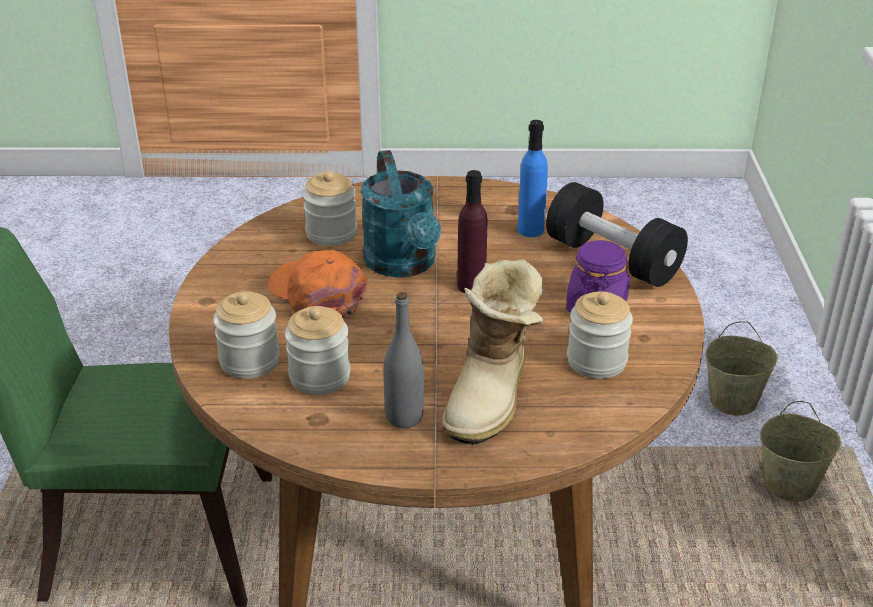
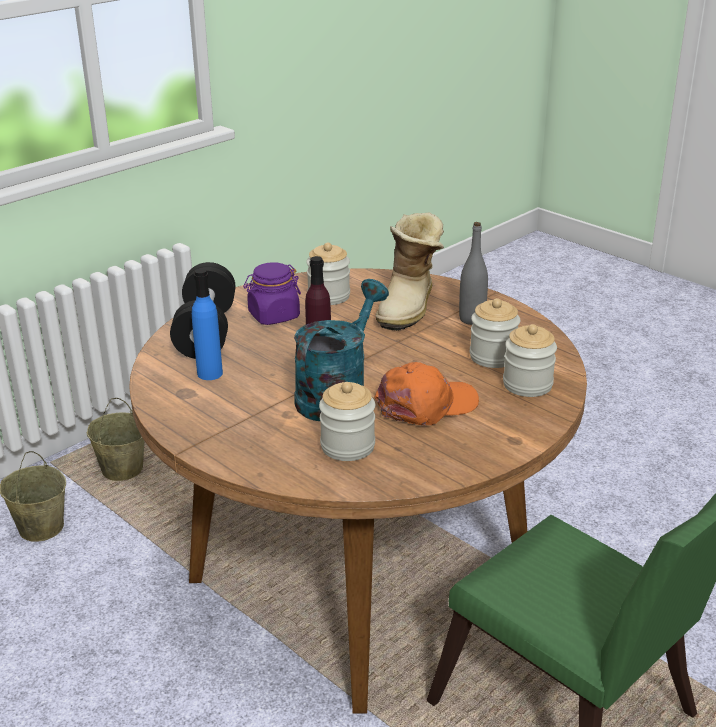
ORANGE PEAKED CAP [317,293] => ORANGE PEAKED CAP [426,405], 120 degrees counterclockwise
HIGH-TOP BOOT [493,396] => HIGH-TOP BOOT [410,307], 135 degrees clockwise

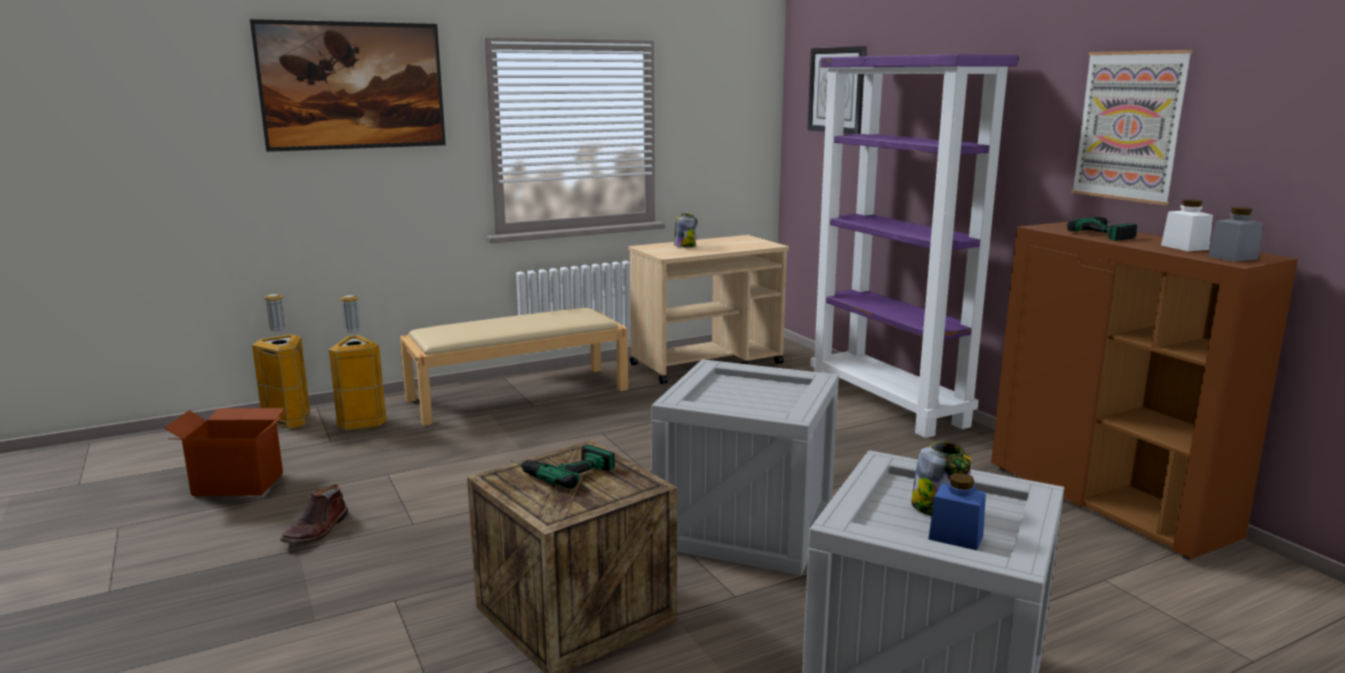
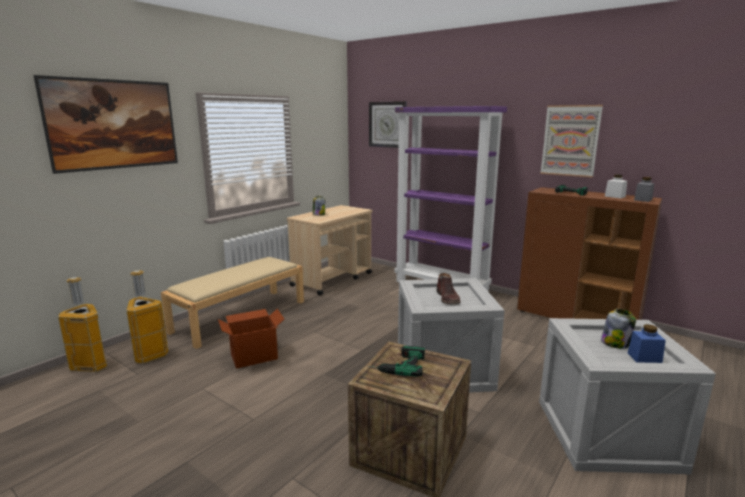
CARTON [238,483] => CARTON [254,356], shifted
BROWNISH HIGH-TOP BOOT [317,530] => BROWNISH HIGH-TOP BOOT [448,298], shifted

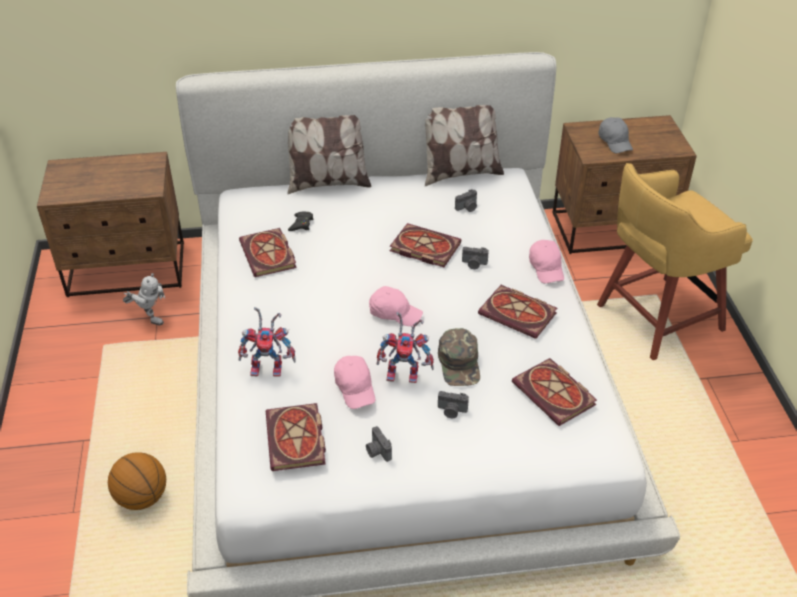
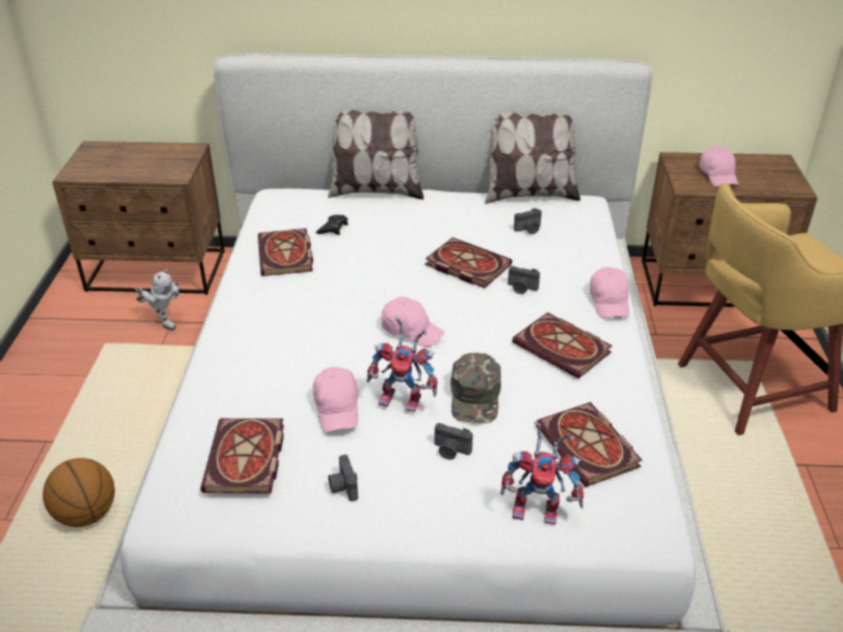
GREY PEAKED CAP [615,142] => PINKISH PEAKED CAP [718,175]
ROBOT FIGURE [270,367] => ROBOT FIGURE [540,509], shifted

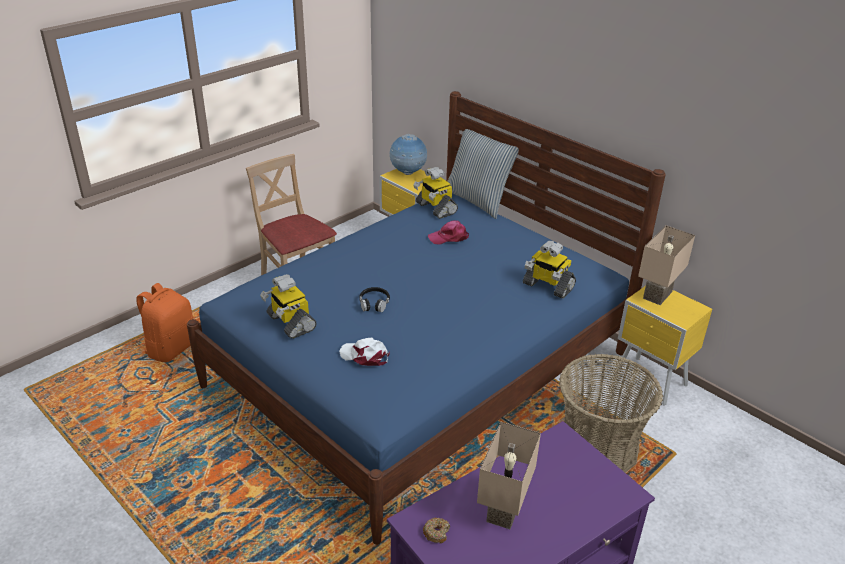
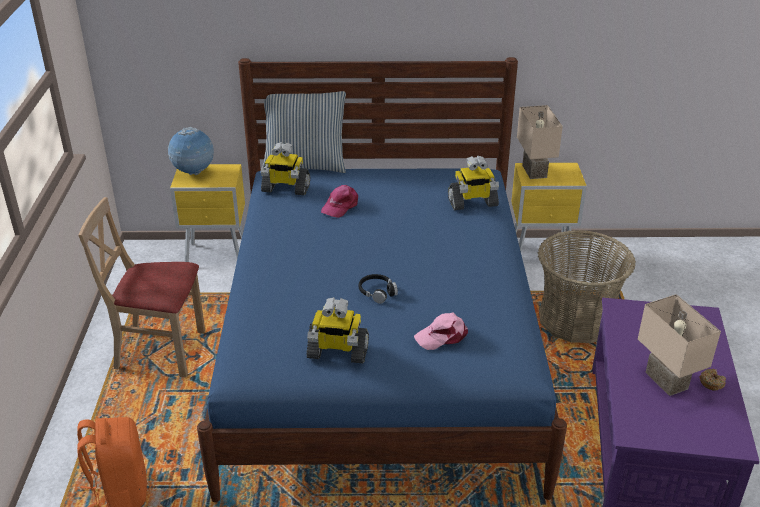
WHITE-COLOURED PEAKED CAP [365,356] => PINKISH PEAKED CAP [442,336]
DONUT [436,533] => DONUT [711,383], shifted

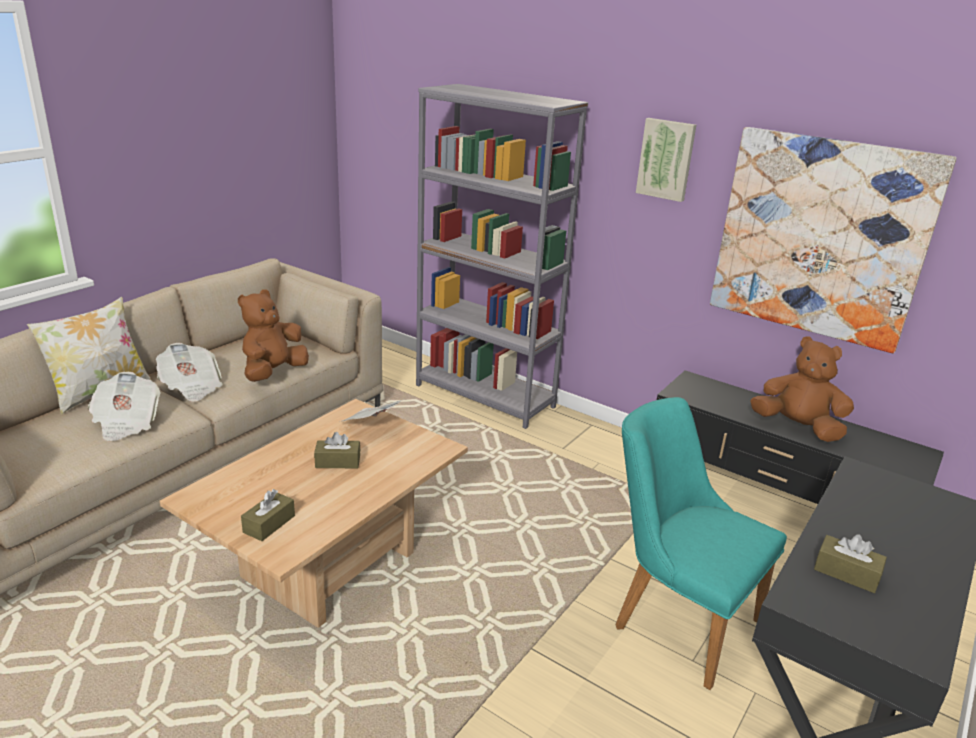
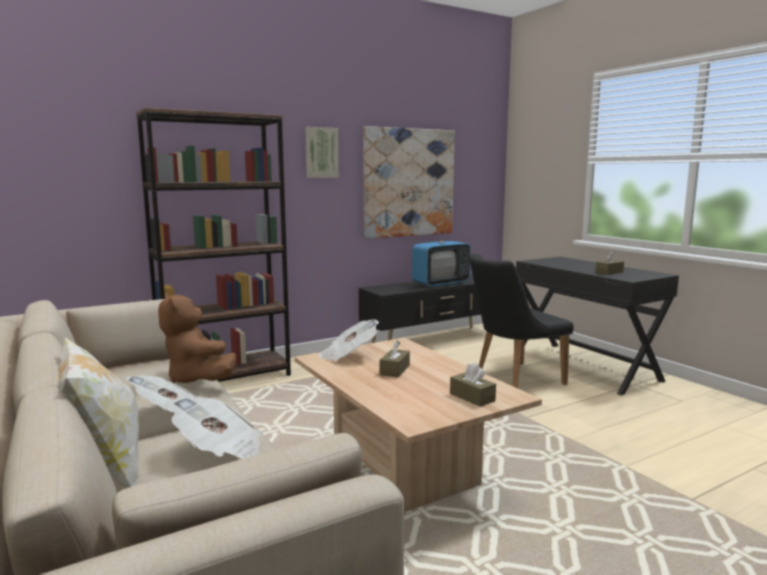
GREY SHELVING UNIT [485,396] => BROWNISH SHELVING UNIT [226,378]
BROWNISH PLUSH TOY [797,427] => TELEVISION [440,284]
TURQUOISE PLAIN CHAIR [674,617] => BLACK-COLOURED PLAIN CHAIR [512,379]

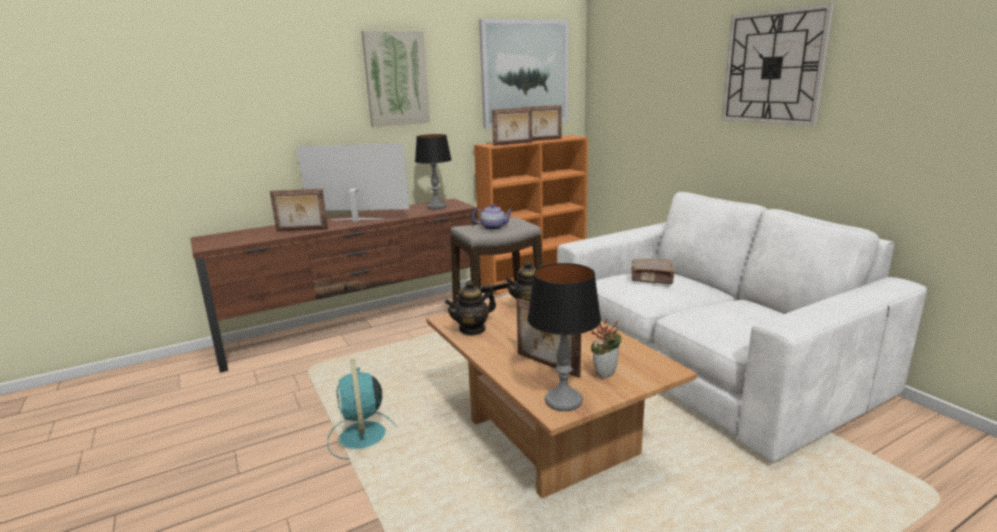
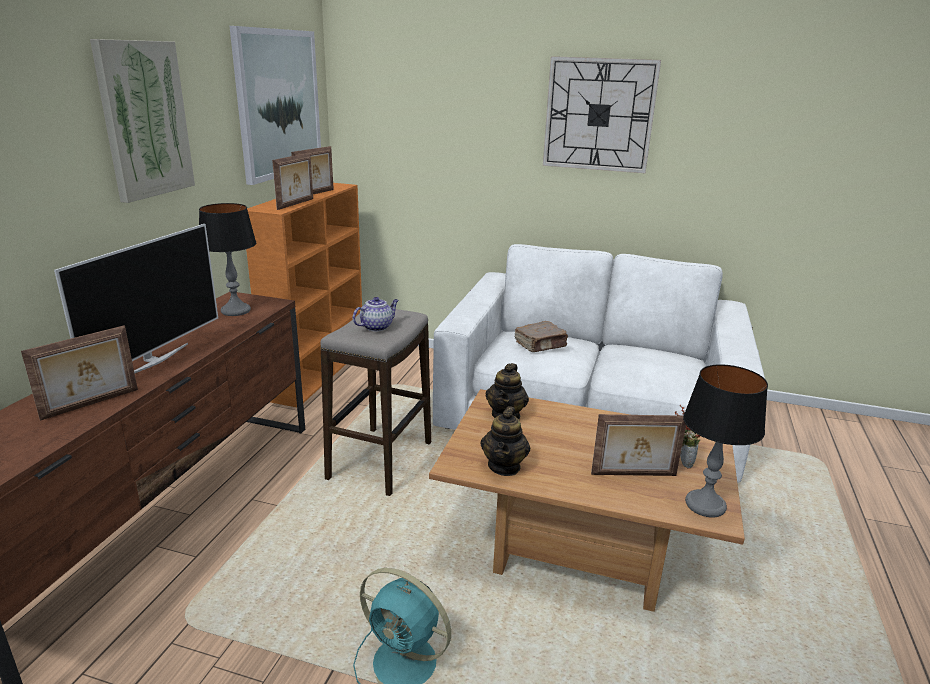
TELEVISION [357,220] => TELEVISION [154,360], 150 degrees clockwise

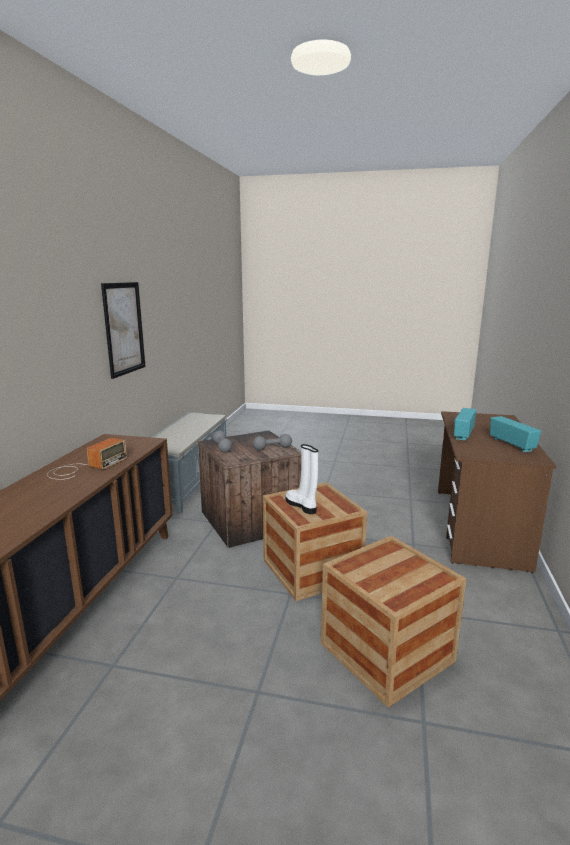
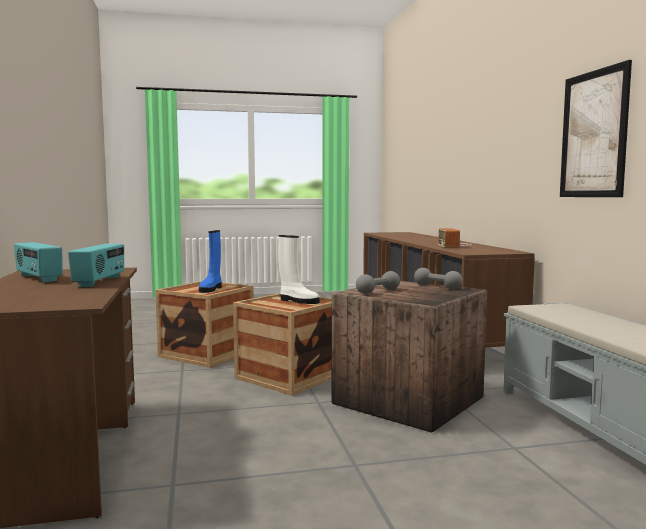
nothing => BLUISH HIGH-TOP BOOT [211,289]

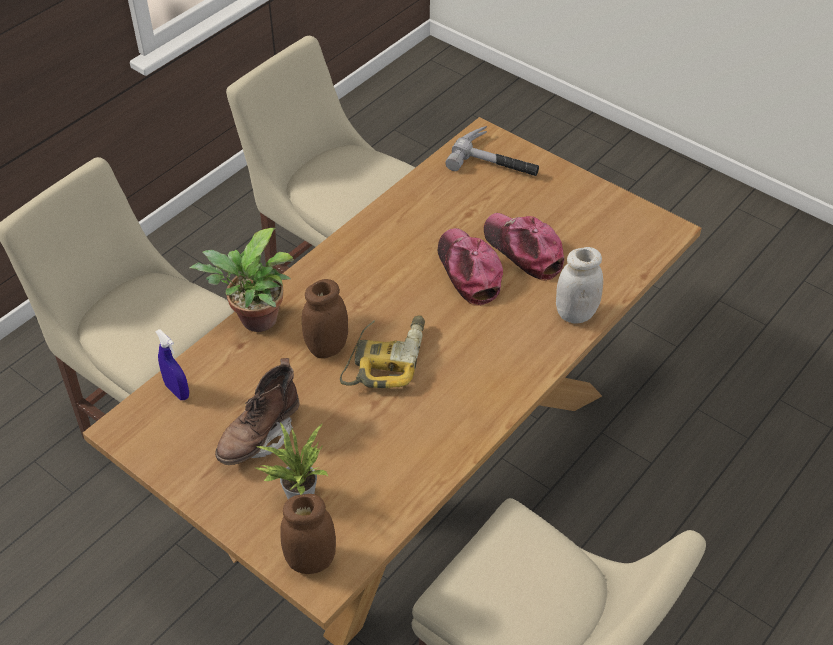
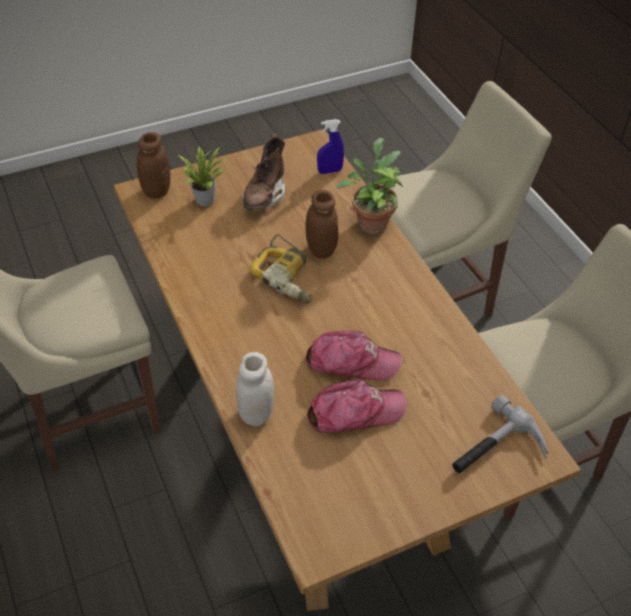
BROWNISH HIGH-TOP BOOT [260,437] => BROWNISH HIGH-TOP BOOT [264,196], 135 degrees counterclockwise

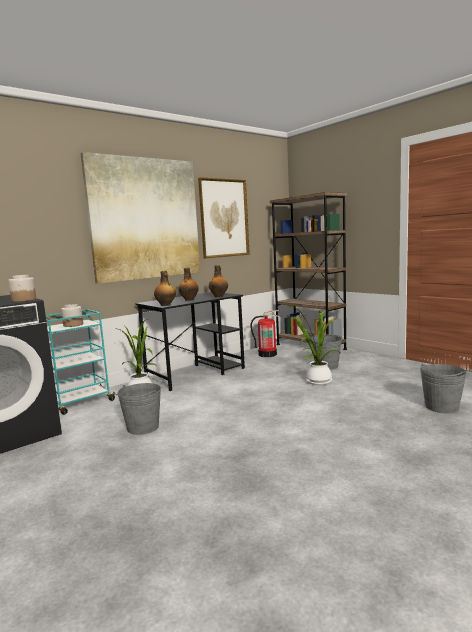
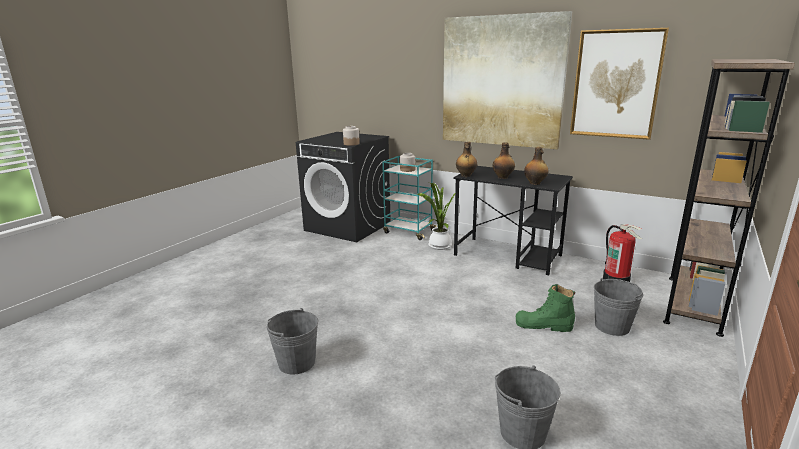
POTTED PLANT [316,381] => GREEN HIGH-TOP BOOT [543,325]
GREY WATER BUCKET [143,427] => GREY WATER BUCKET [296,363], shifted

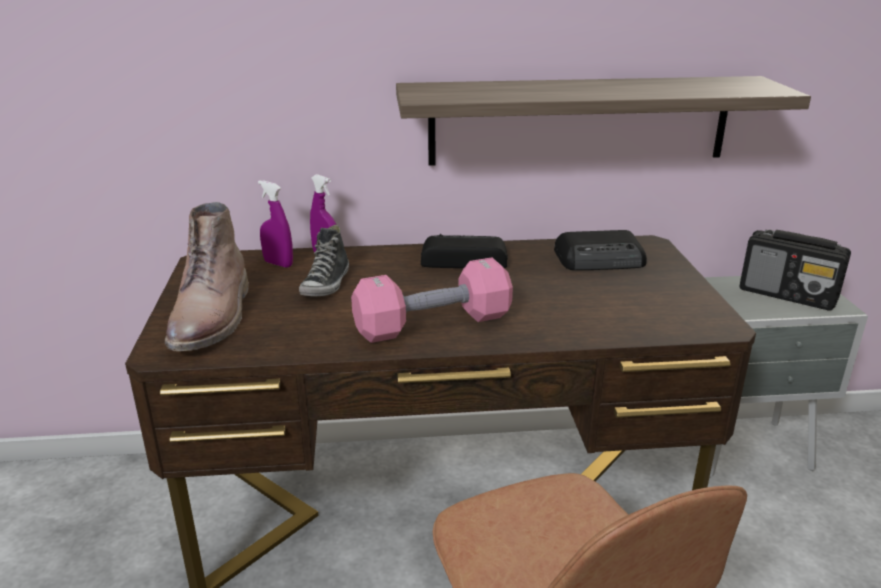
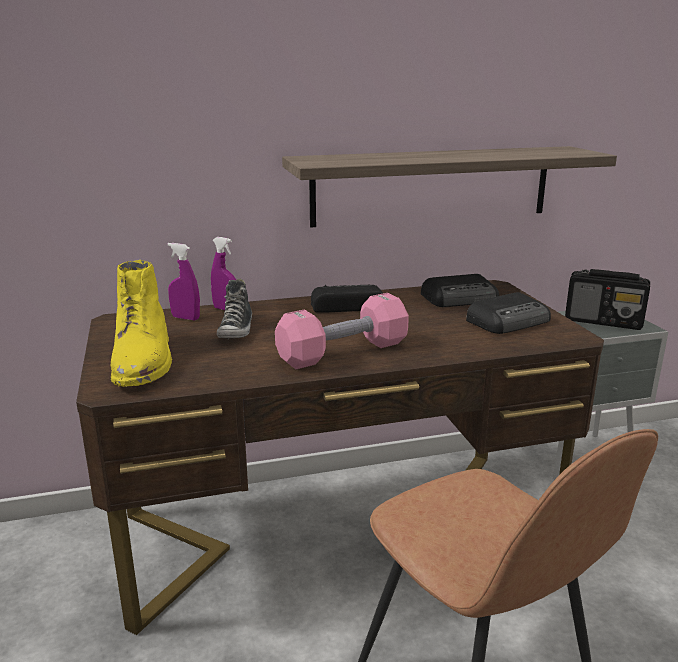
BROWNISH HIGH-TOP BOOT [213,317] => YELLOWISH HIGH-TOP BOOT [144,361]
nothing => RADIO SET [509,321]

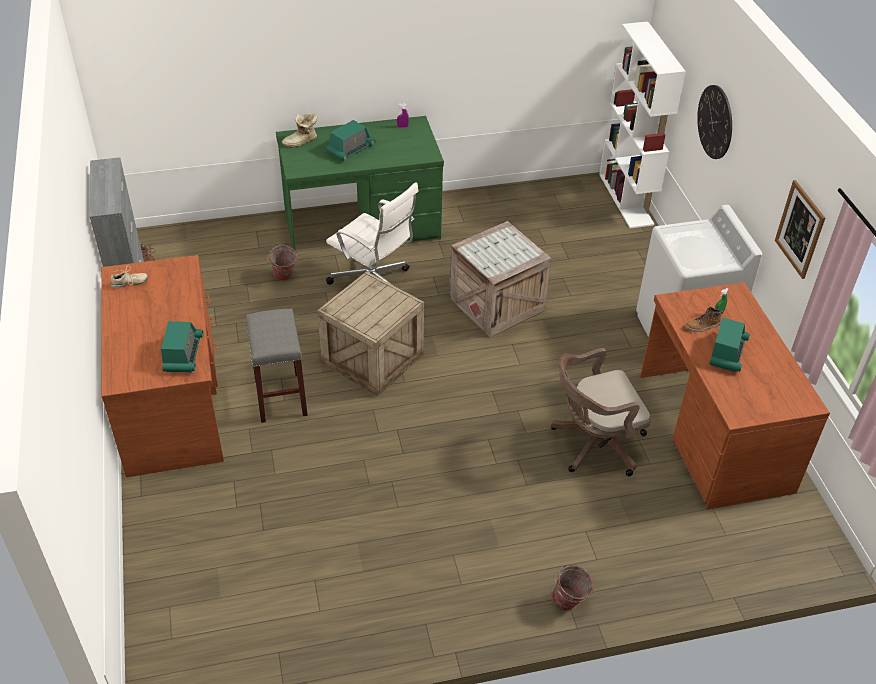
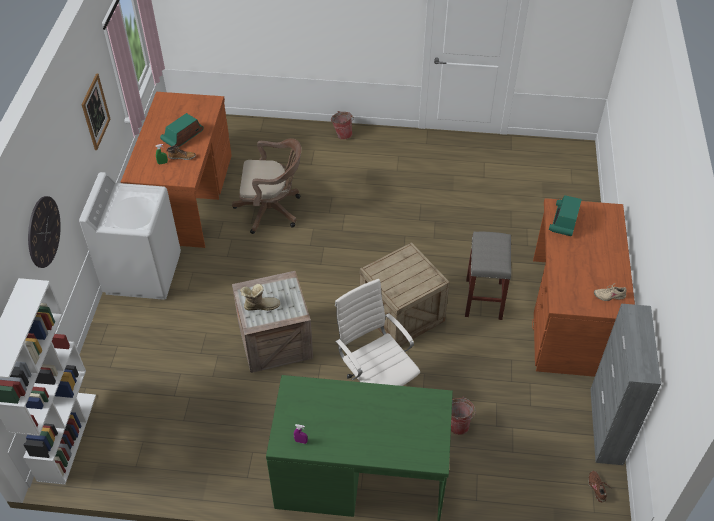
HIGH-TOP BOOT [301,142] => HIGH-TOP BOOT [260,305], shifted
RADIO SET [350,149] => nothing

